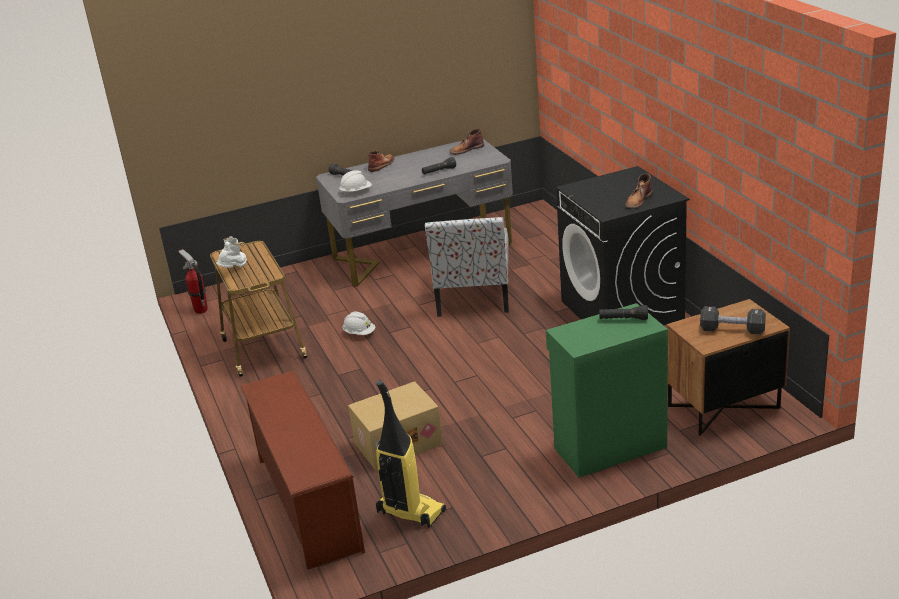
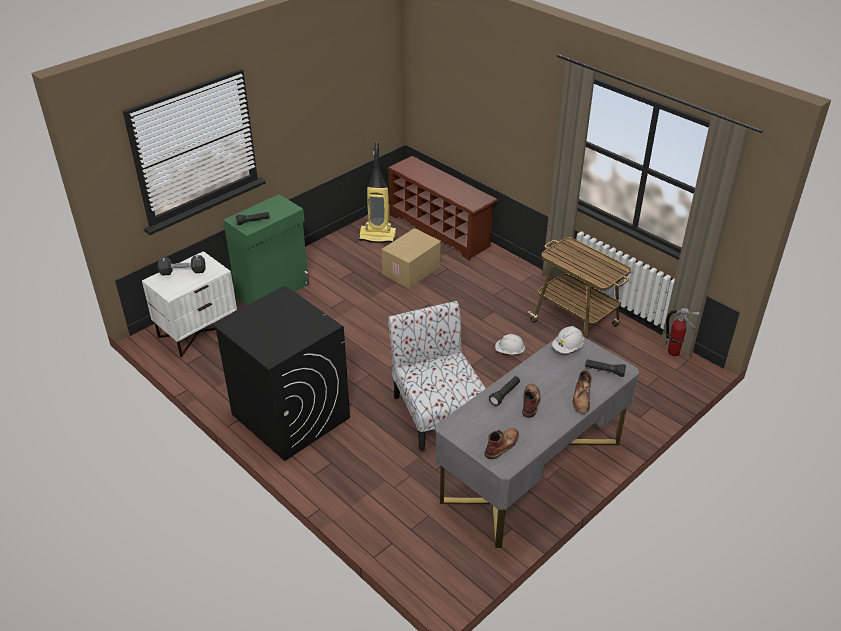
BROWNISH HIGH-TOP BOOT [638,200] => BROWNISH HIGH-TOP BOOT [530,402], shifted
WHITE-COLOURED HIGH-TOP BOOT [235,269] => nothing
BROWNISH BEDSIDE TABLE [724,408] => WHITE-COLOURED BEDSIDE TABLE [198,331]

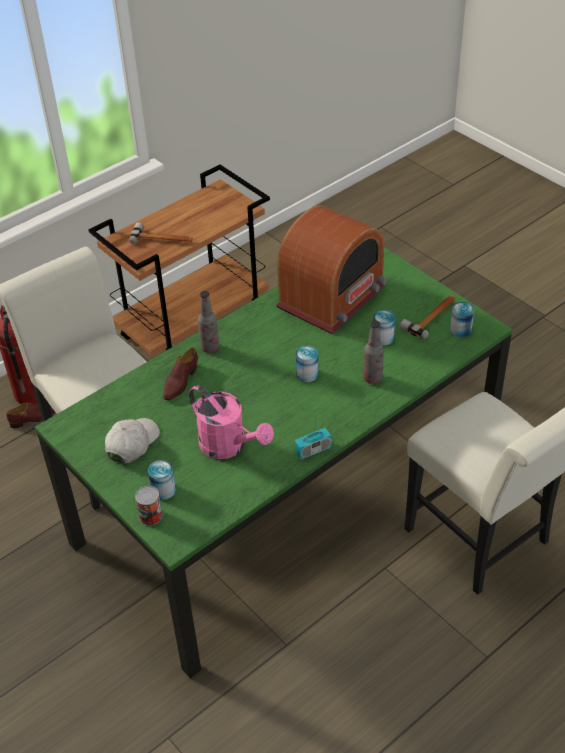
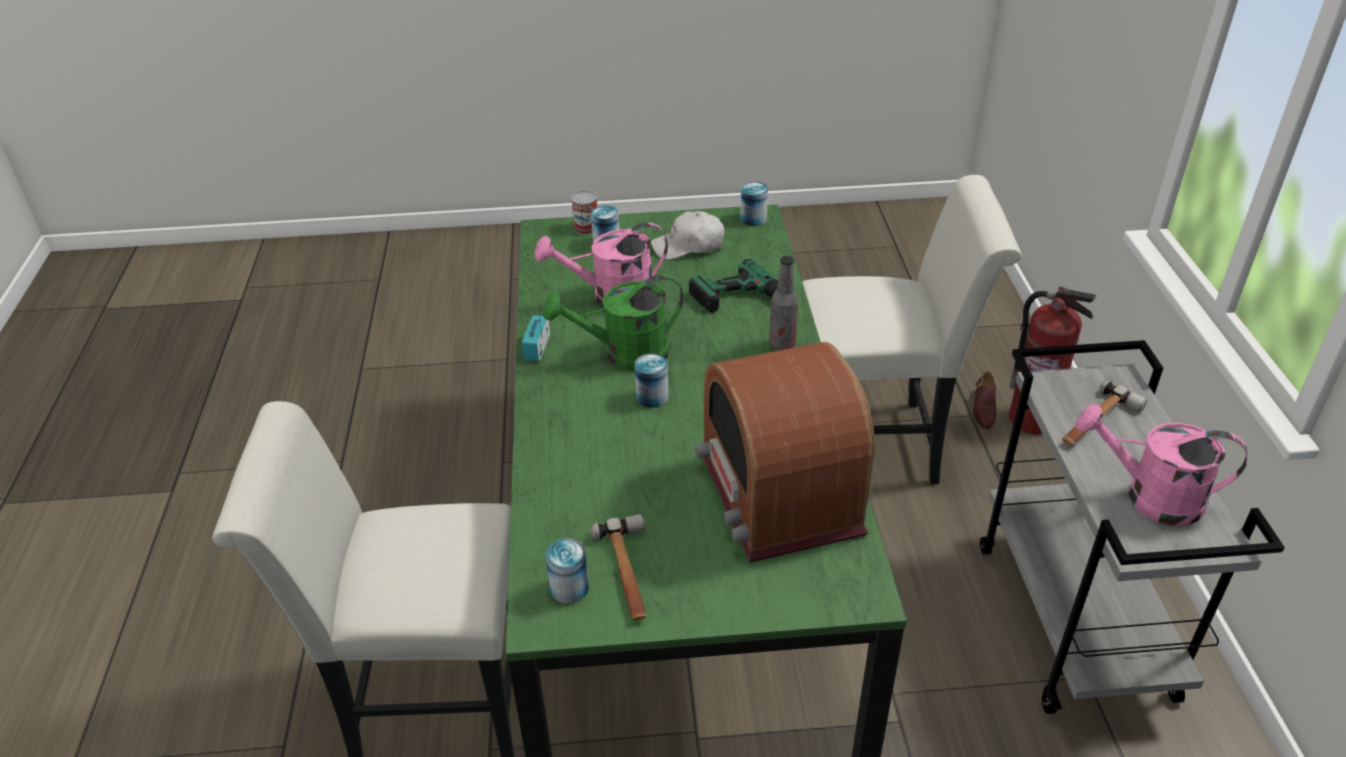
BROWNISH TROLLEY [194,328] => GREY TROLLEY [1075,622]
SEALED CAN [383,338] => SEALED CAN [753,219], shifted
BEVERAGE BOTTLE [372,378] => nothing
BROWNISH ITEM OF FOOTWEAR [180,381] => POWER DRILL [746,303]
WHITE-COLOURED PEAKED CAP [132,443] => WHITE-COLOURED PEAKED CAP [688,246], 105 degrees clockwise
nothing => GREEN WATERING CAN [624,354]
nothing => PINKISH WATERING CAN [1149,497]

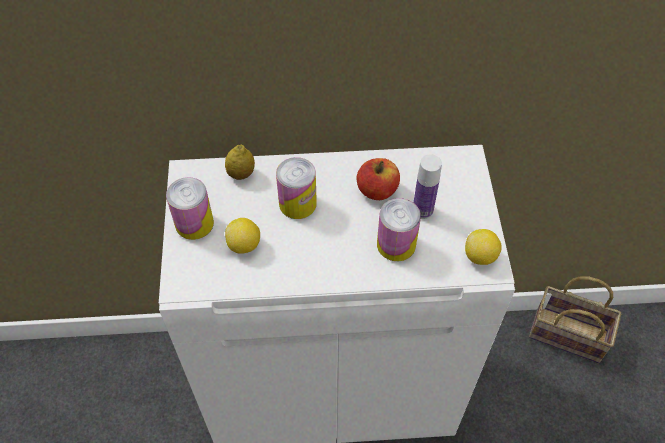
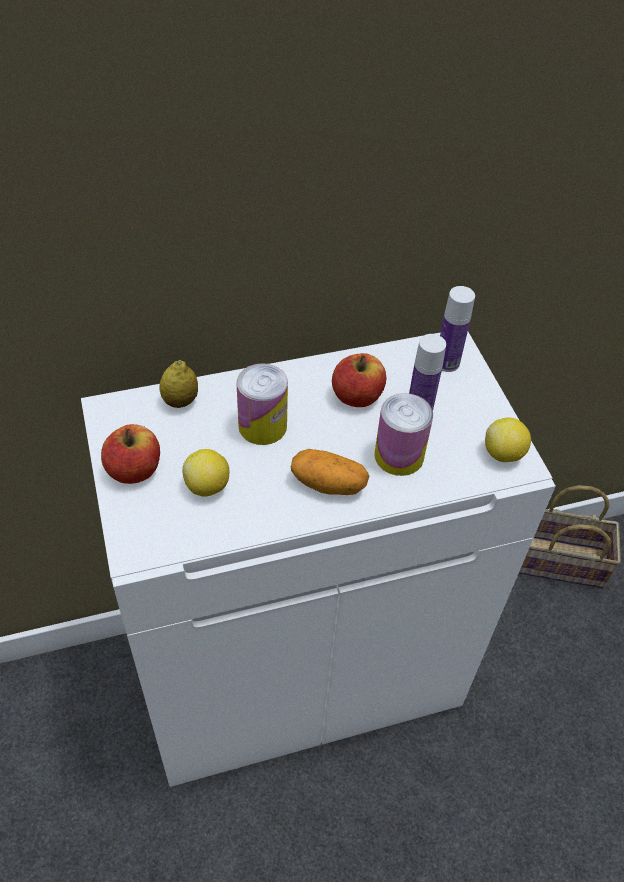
SEALED CAN [194,223] => WHOLE APPLE [134,470]
nothing => BEVERAGE BOTTLE [447,363]
nothing => WHOLE POTATO [328,484]

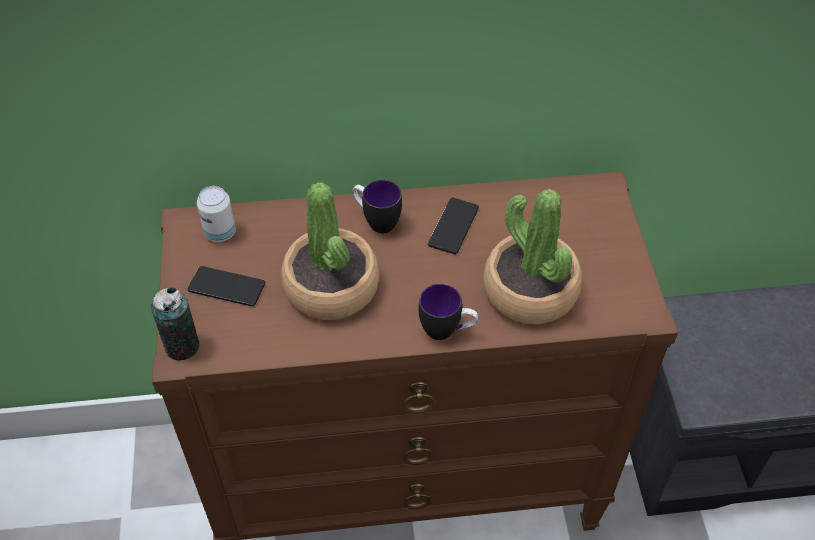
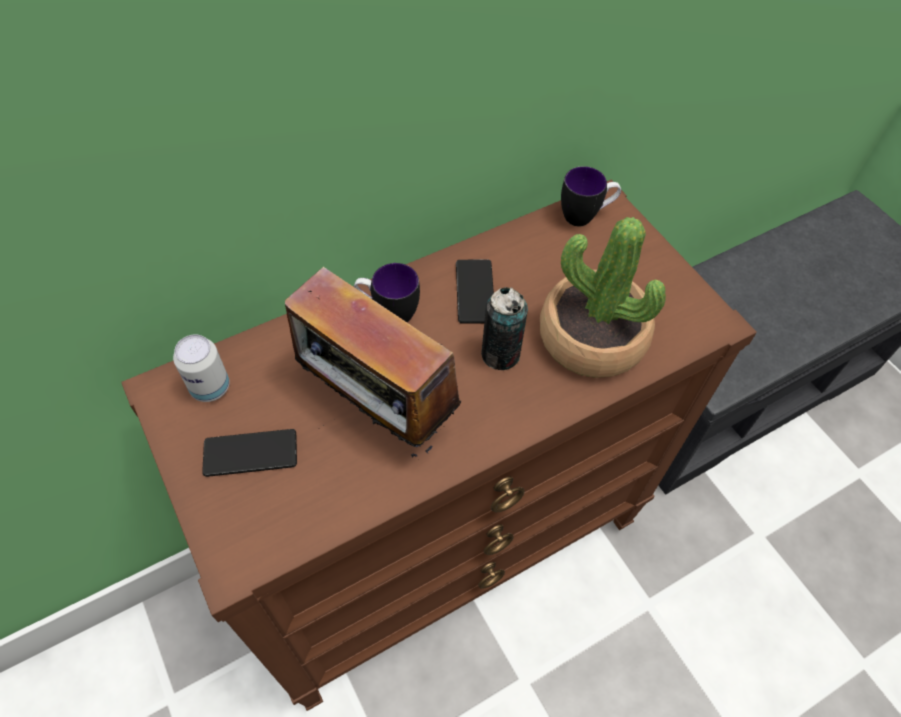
POTTED PLANT [332,287] => RADIO SET [376,408]
TEA MUG [447,331] => TEA MUG [585,216], shifted
SEALED CAN [182,346] => SEALED CAN [500,354], shifted

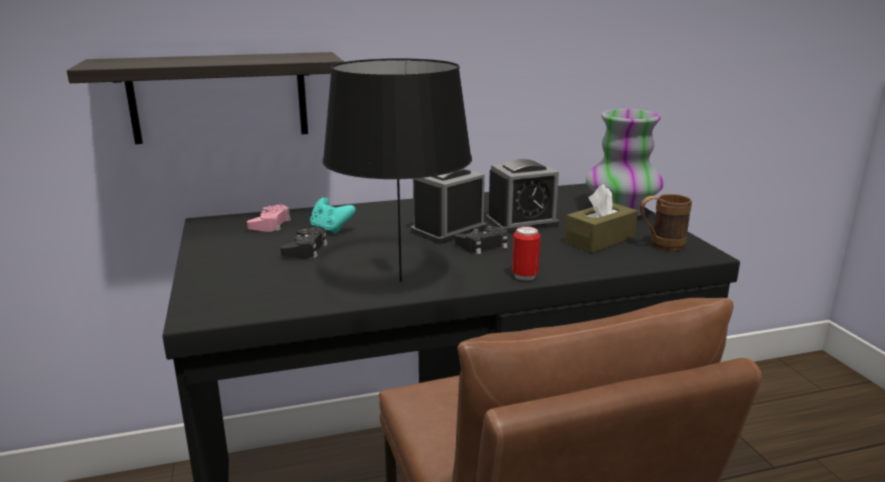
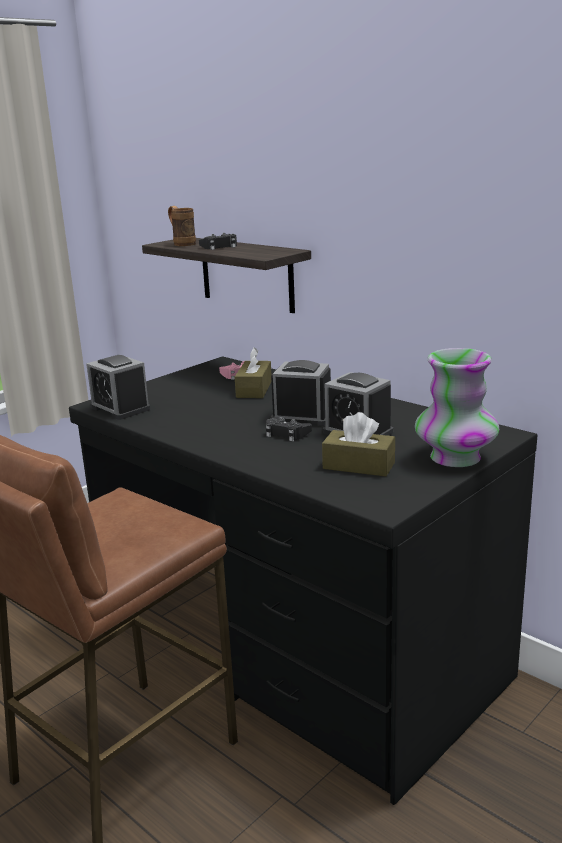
BLACK-COLOURED TABLE LAMP [400,281] => nothing
BROWNISH TEA MUG [660,245] => BROWNISH TEA MUG [182,243], shifted
TURQUOISE JOYPAD [331,229] => BROWNISH BOX OF TISSUES [254,389]
SEALED CAN [524,276] => nothing
BLACK-COLOURED JOYPAD [305,249] => BLACK-COLOURED JOYPAD [220,247], shifted
nothing => BEDSIDE CLOCK [120,408]

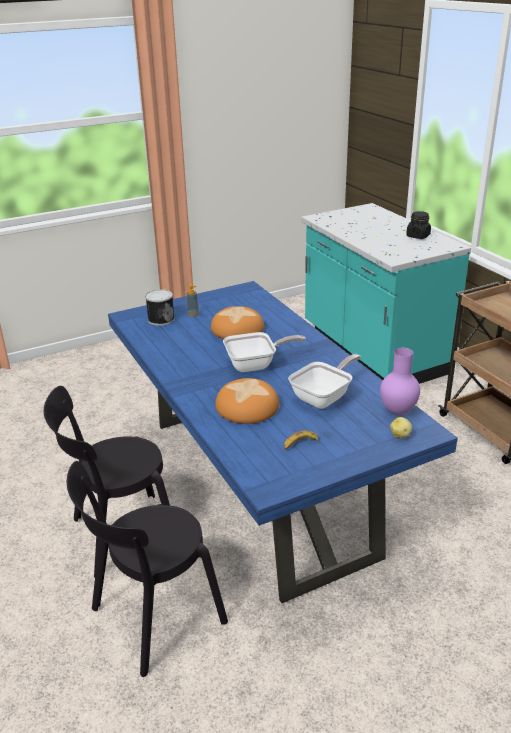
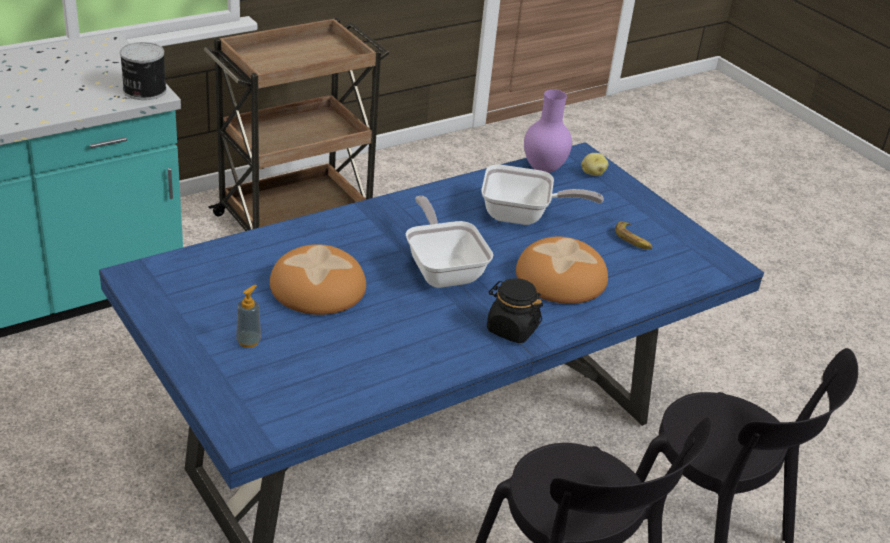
BLACK-COLOURED STORAGE JAR [418,236] => BLACK-COLOURED STORAGE JAR [511,329], shifted
SEALED CAN [161,319] => SEALED CAN [143,90], shifted
SKILLET [324,397] => SKILLET [523,216], 150 degrees clockwise

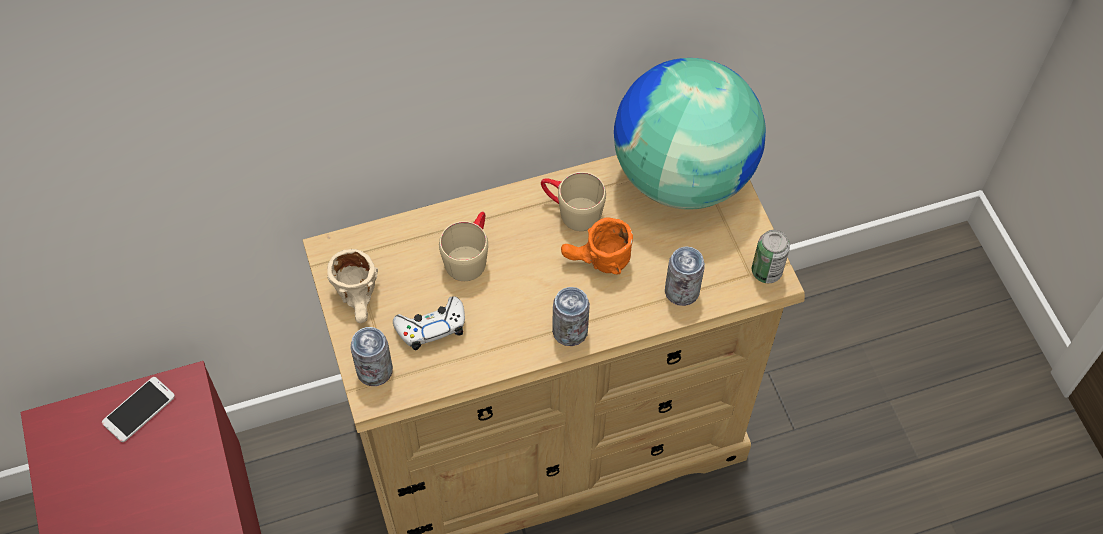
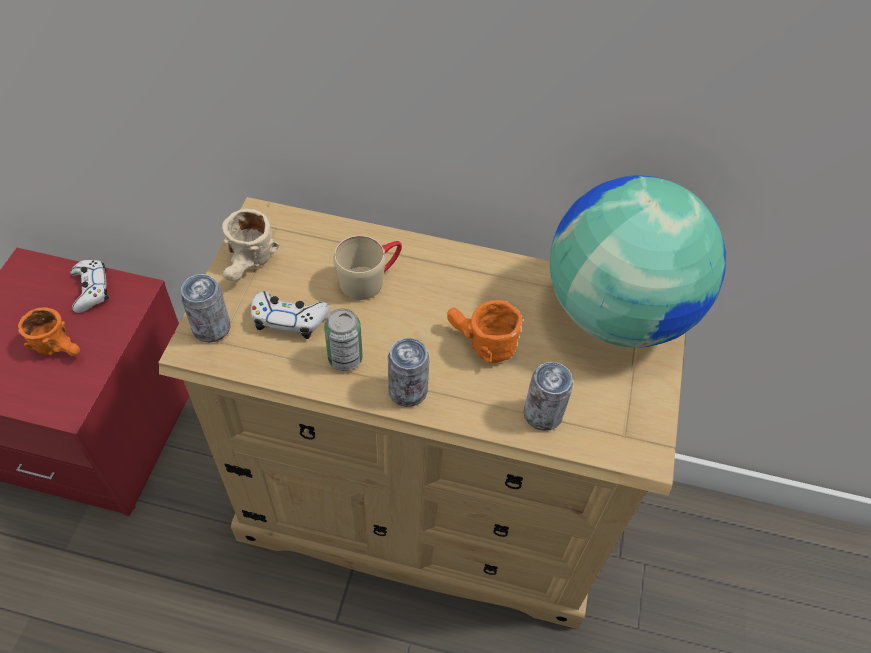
BEIGE-COLOURED TEA MUG [571,211] => nothing
SEALED CAN [766,271] => SEALED CAN [345,358], shifted
HANDSET [139,409] => WHITE-COLOURED JOYPAD [91,290]
nothing => ORANGE TEA MUG [62,347]

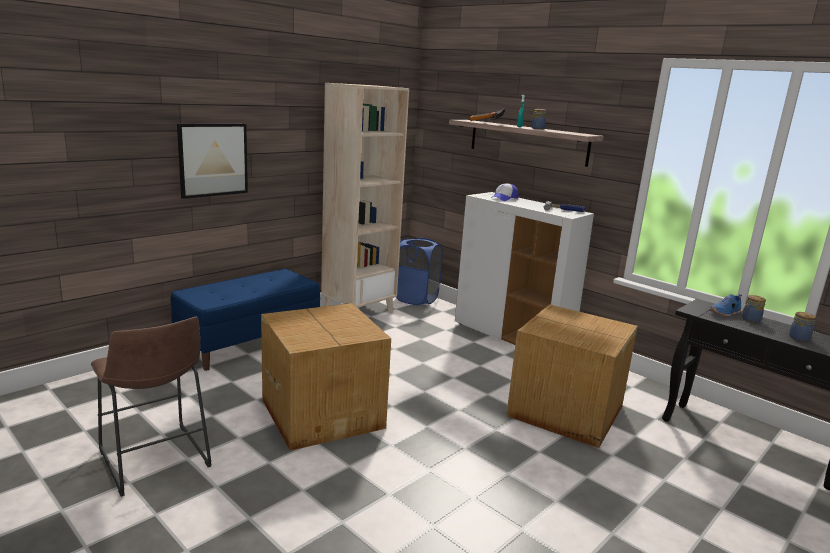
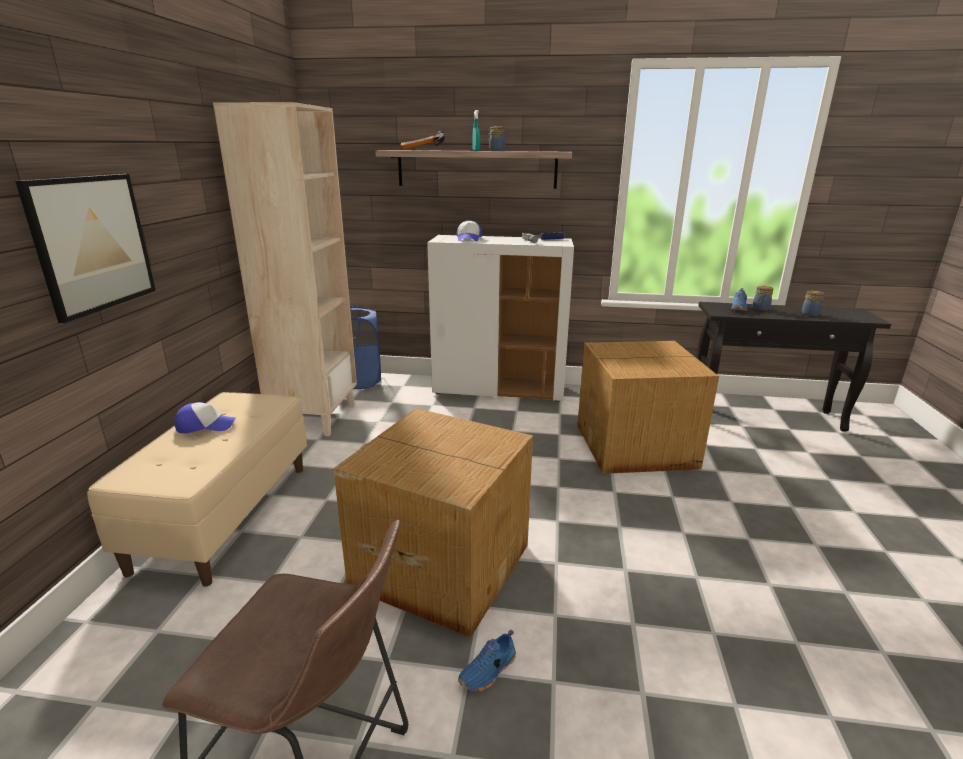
BLUISH LONG SEAT [249,343] => BEIGE-COLOURED LONG SEAT [225,514]
nothing => PEAKED CAP [206,425]
nothing => BLUISH ITEM OF FOOTWEAR [489,671]

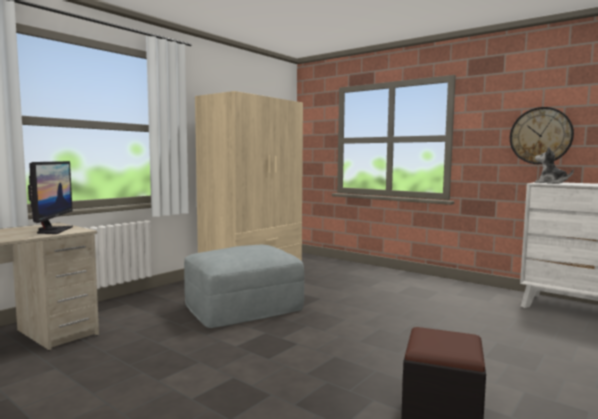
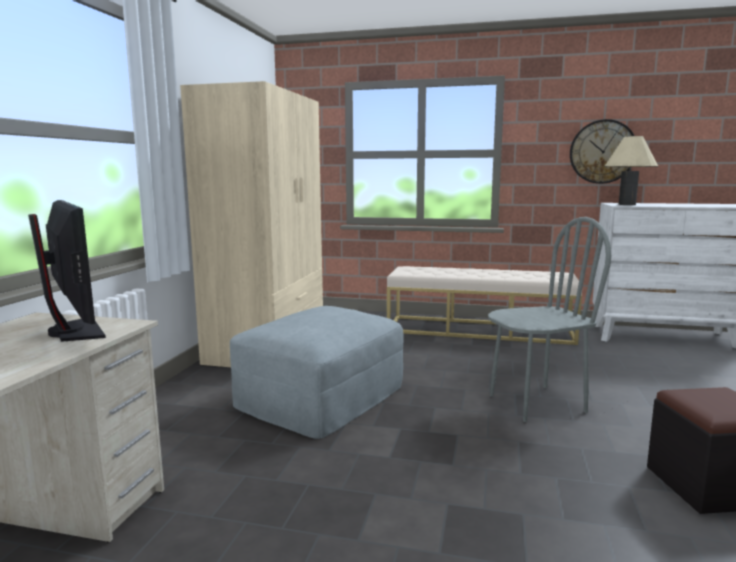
PLUSH TOY [550,183] => BEIGE-COLOURED TABLE LAMP [627,204]
nothing => GREY PLAIN CHAIR [536,403]
nothing => BEIGE-COLOURED LONG SEAT [479,330]

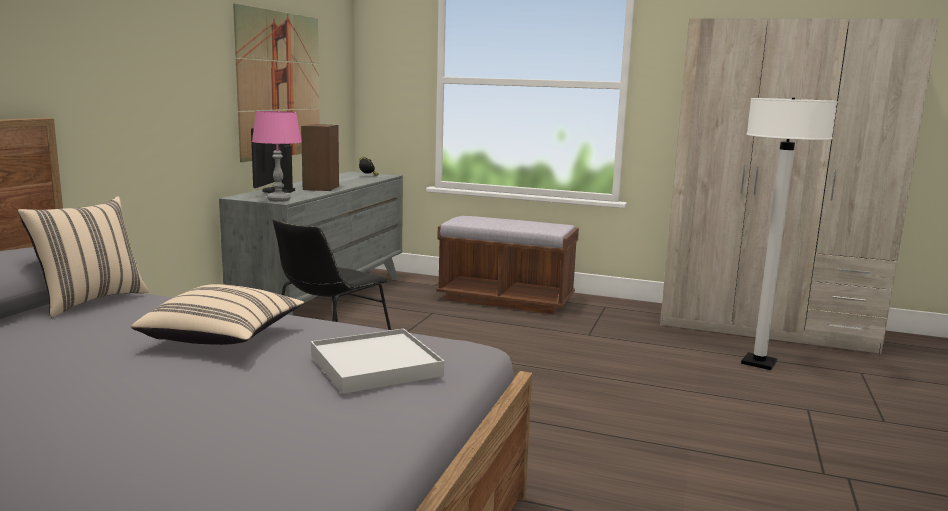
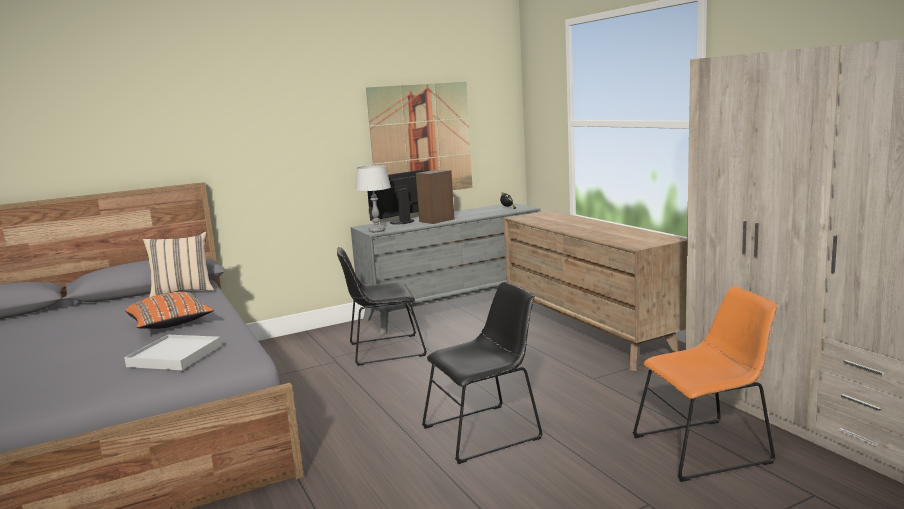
WHITE-COLOURED STANDING LAMP [759,363] => ORANGE PLAIN CHAIR [706,448]
PINKISH TABLE LAMP [278,200] => GREY TABLE LAMP [376,231]
BROWNISH LONG SEAT [506,300] => BROWNISH DRAWER CHEST [588,332]
BEIGE-COLOURED PILLOW [224,338] => ORANGE PILLOW [170,324]
nothing => BLACK-COLOURED PLAIN CHAIR [486,431]

